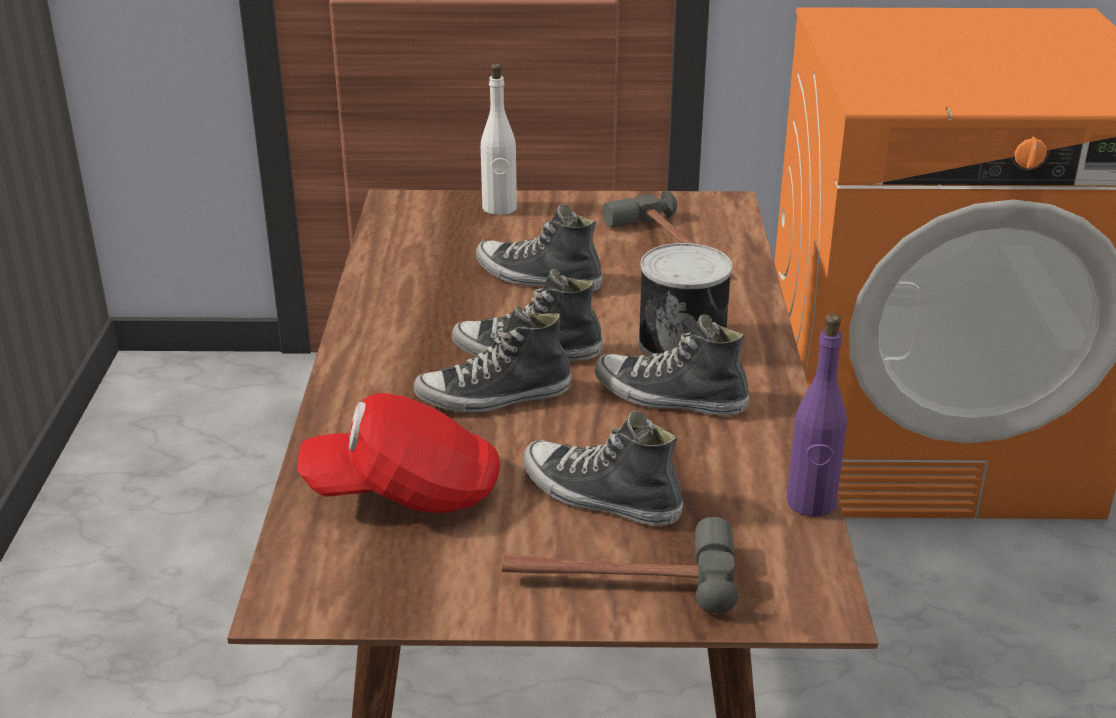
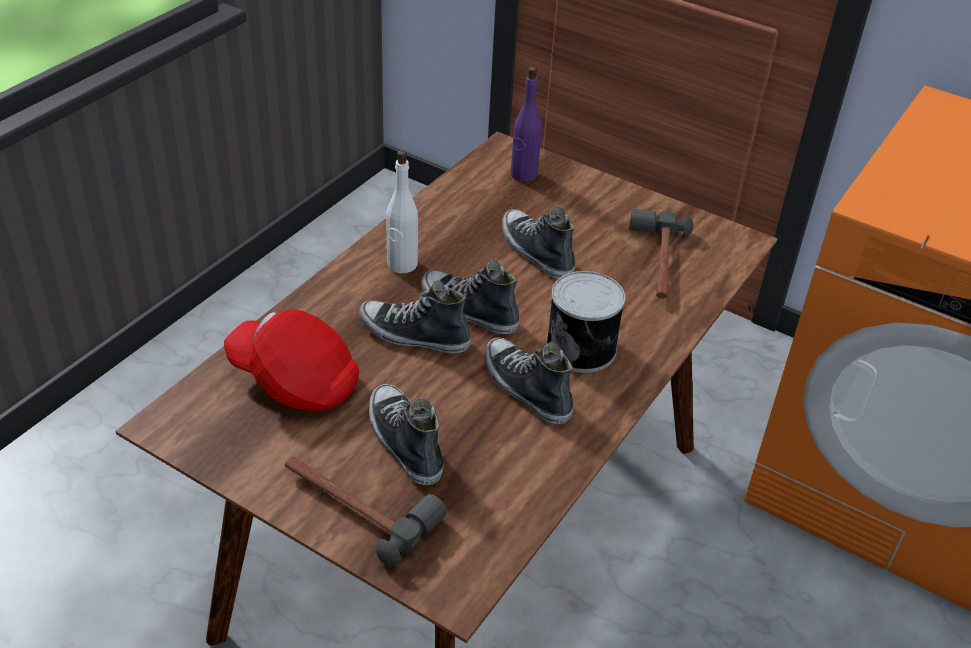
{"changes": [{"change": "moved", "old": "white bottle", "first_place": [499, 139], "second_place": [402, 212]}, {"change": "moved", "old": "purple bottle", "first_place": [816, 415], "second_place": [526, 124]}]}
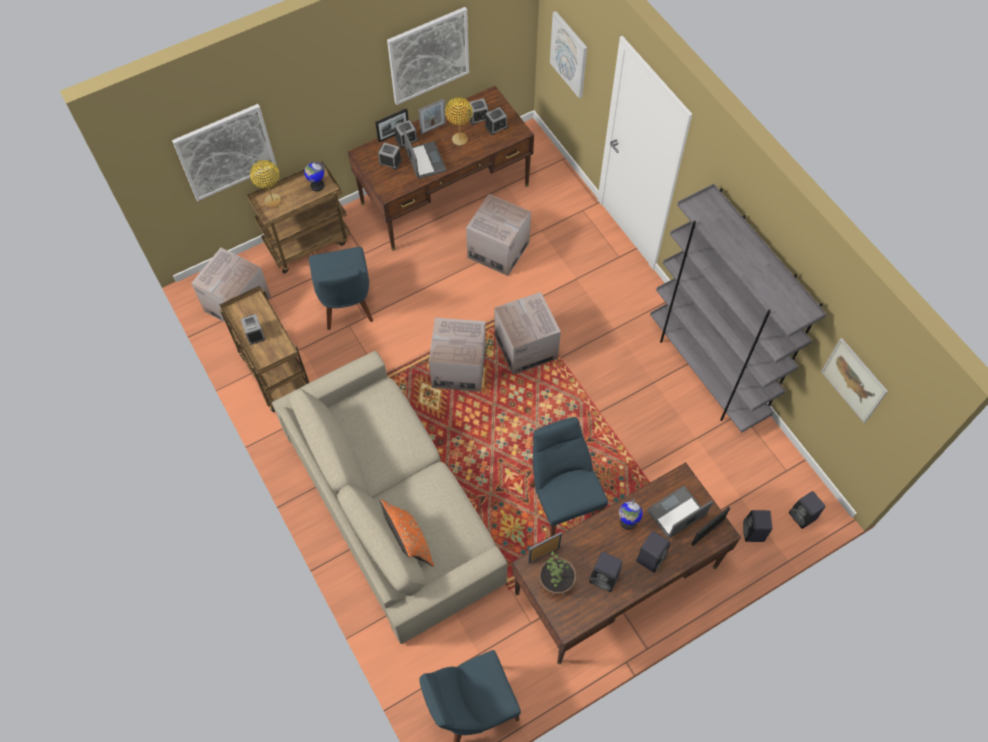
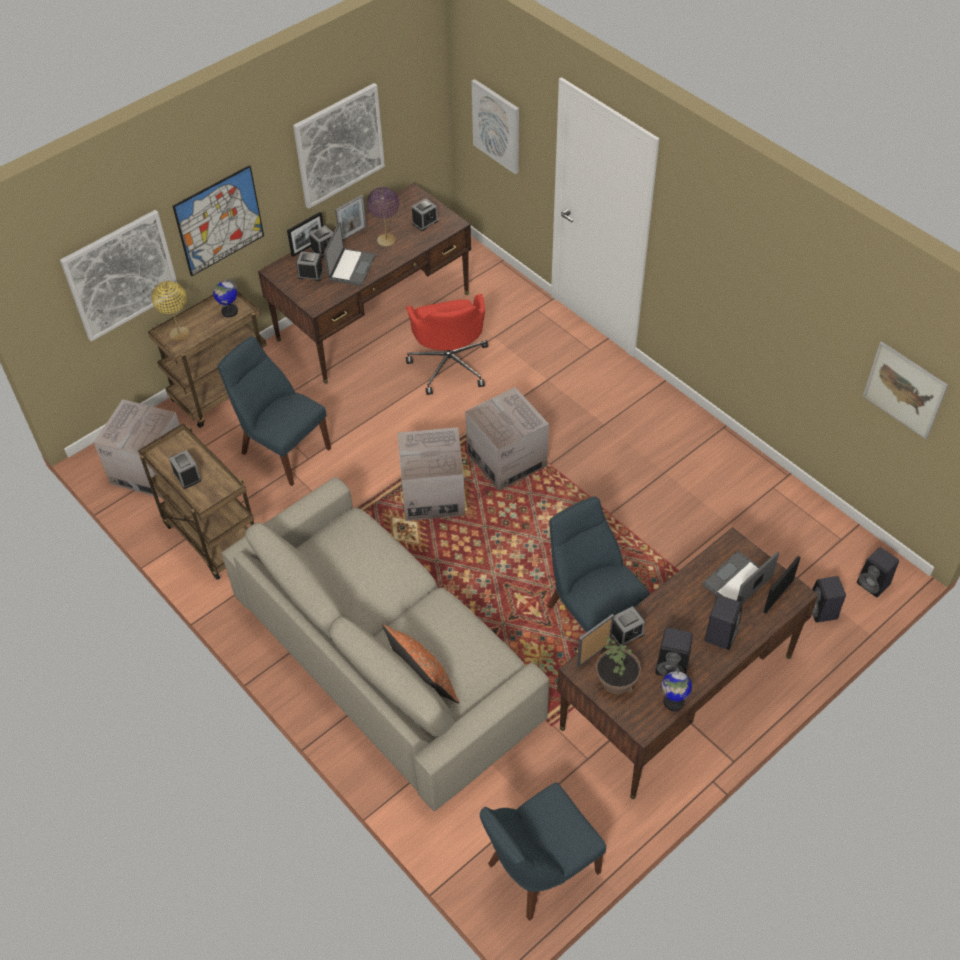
{"changes": [{"change": "added", "new": "picture", "second_place": [218, 220]}, {"change": "turned", "old": "blue-coloured chair", "first_place": [341, 288], "second_place": [274, 411], "degrees": 150}, {"change": "turned", "old": "laptop", "first_place": [424, 154], "second_place": [350, 254], "degrees": 45}, {"change": "recoloured", "old": "yellow lamp for a table", "new": "purple lamp for a table", "first_place": [459, 121], "second_place": [383, 217]}, {"change": "replaced", "old": "packing box", "new": "red desk chair", "first_place": [498, 235], "second_place": [447, 344]}, {"change": "moved", "old": "table clock", "first_place": [478, 111], "second_place": [628, 626]}, {"change": "moved", "old": "globe", "first_place": [631, 514], "second_place": [676, 688]}, {"change": "removed", "old": "greyish bookshelf", "first_place": [738, 308]}]}
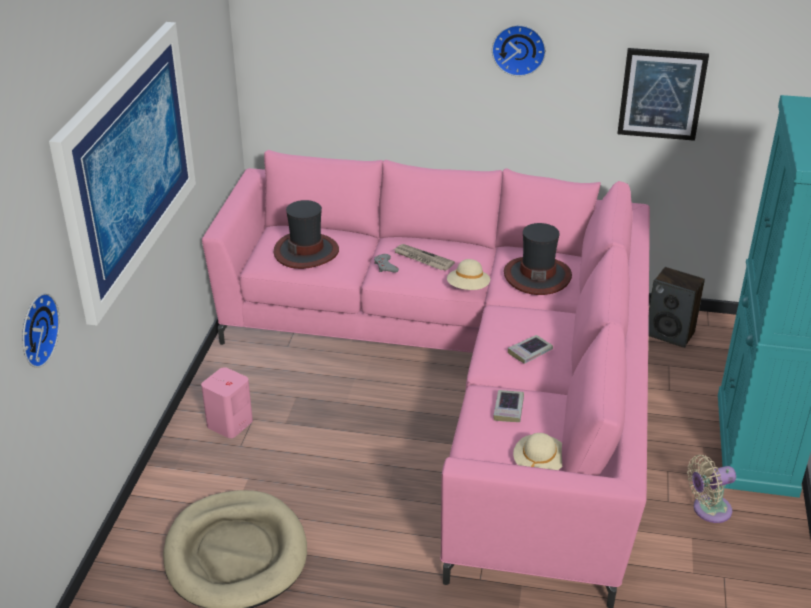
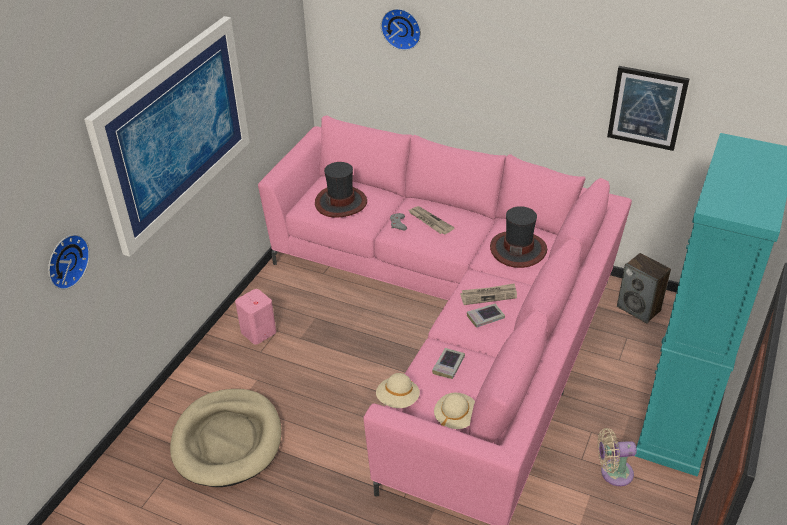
{"changes": [{"change": "moved", "old": "beige-coloured clothing hat", "first_place": [468, 274], "second_place": [398, 390]}, {"change": "moved", "old": "wall clock", "first_place": [519, 50], "second_place": [401, 29]}, {"change": "added", "new": "daily paper", "second_place": [488, 294]}]}
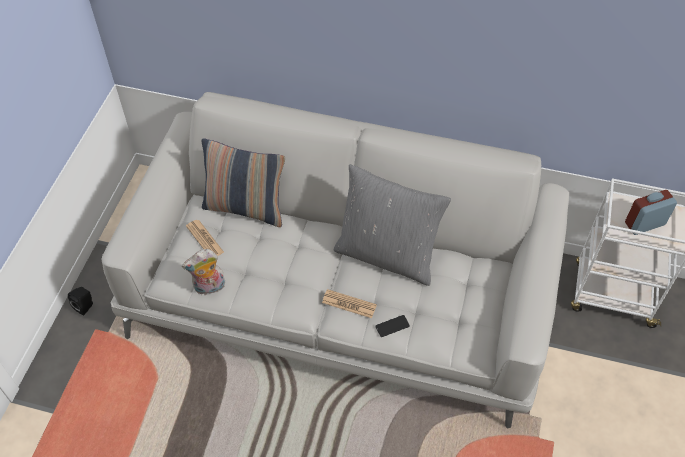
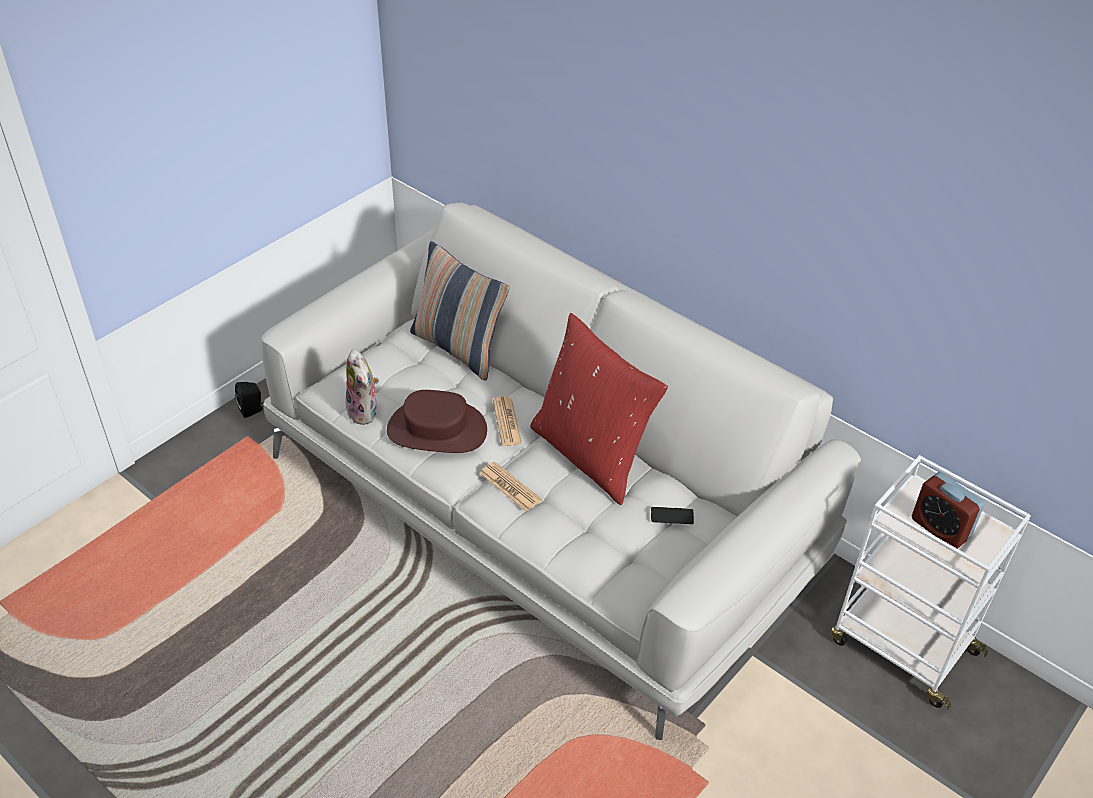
{"changes": [{"change": "turned", "old": "plush toy", "first_place": [203, 272], "second_place": [362, 387], "degrees": -120}, {"change": "added", "new": "brown clothing hat", "second_place": [437, 421]}, {"change": "moved", "old": "daily paper", "first_place": [205, 238], "second_place": [507, 421]}, {"change": "recoloured", "old": "greyish throw pillow", "new": "red throw pillow", "first_place": [392, 225], "second_place": [599, 409]}, {"change": "moved", "old": "handset", "first_place": [392, 326], "second_place": [672, 515]}, {"change": "turned", "old": "table clock", "first_place": [651, 212], "second_place": [948, 510], "degrees": -135}]}
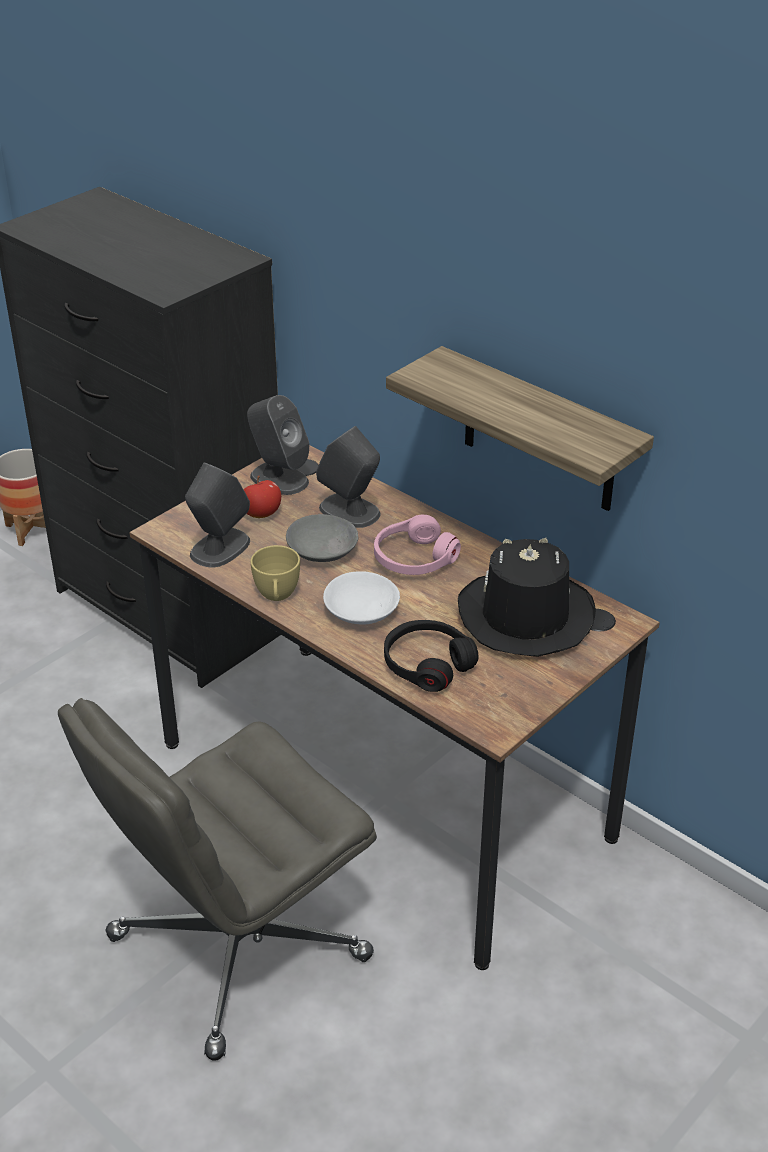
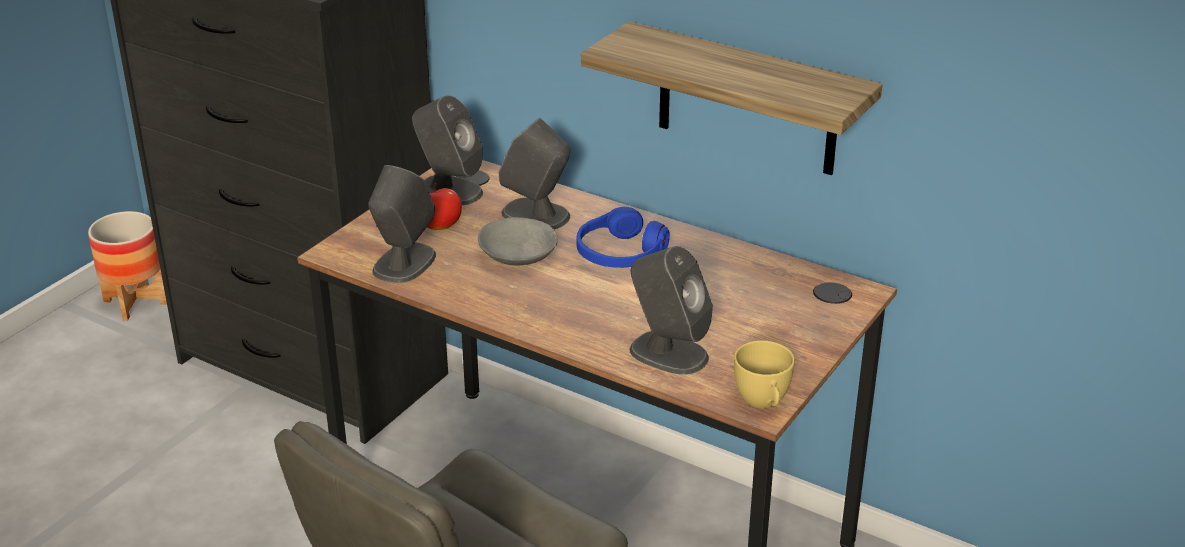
{"changes": [{"change": "recoloured", "old": "pink pair of headphones", "new": "blue-coloured pair of headphones", "first_place": [417, 545], "second_place": [623, 237]}, {"change": "replaced", "old": "black pair of headphones", "new": "greyish speaker", "first_place": [431, 656], "second_place": [671, 310]}, {"change": "moved", "old": "yellow small cup", "first_place": [275, 573], "second_place": [764, 374]}, {"change": "removed", "old": "white deep dish", "first_place": [361, 597]}, {"change": "removed", "old": "black clothing hat", "first_place": [527, 597]}]}
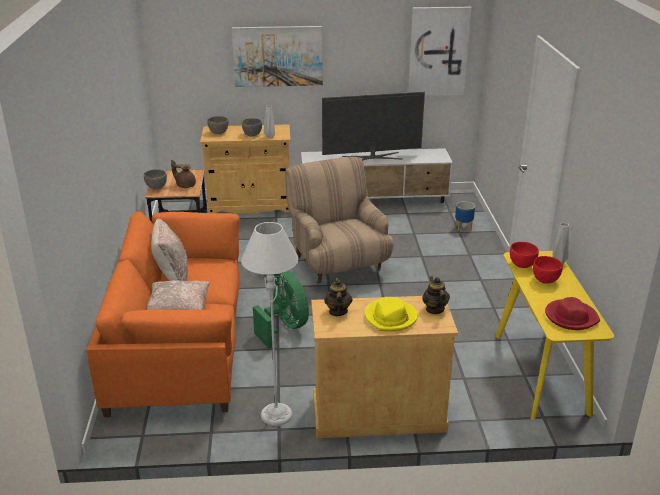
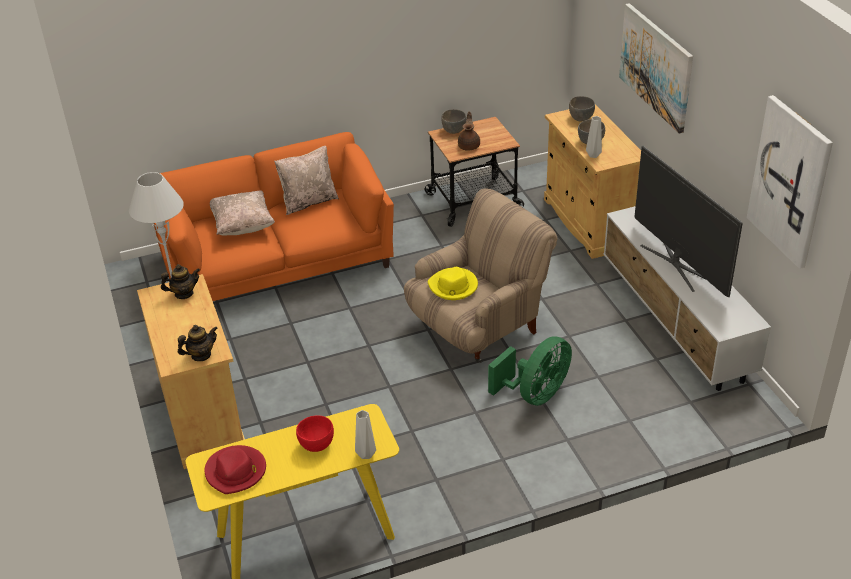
{"changes": [{"change": "moved", "old": "yellow clothing hat", "first_place": [391, 314], "second_place": [453, 283]}, {"change": "moved", "old": "green electric fan", "first_place": [281, 309], "second_place": [530, 371]}, {"change": "removed", "old": "planter", "first_place": [465, 216]}, {"change": "removed", "old": "red deep dish", "first_place": [524, 255]}]}
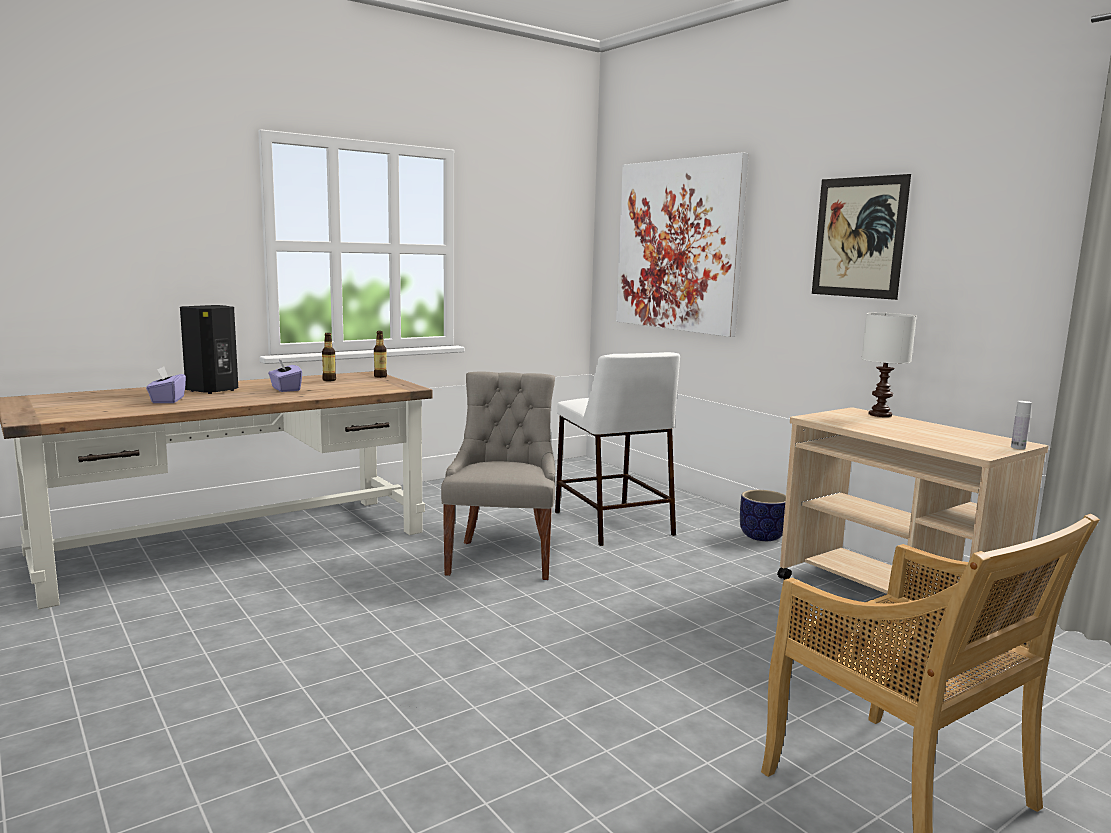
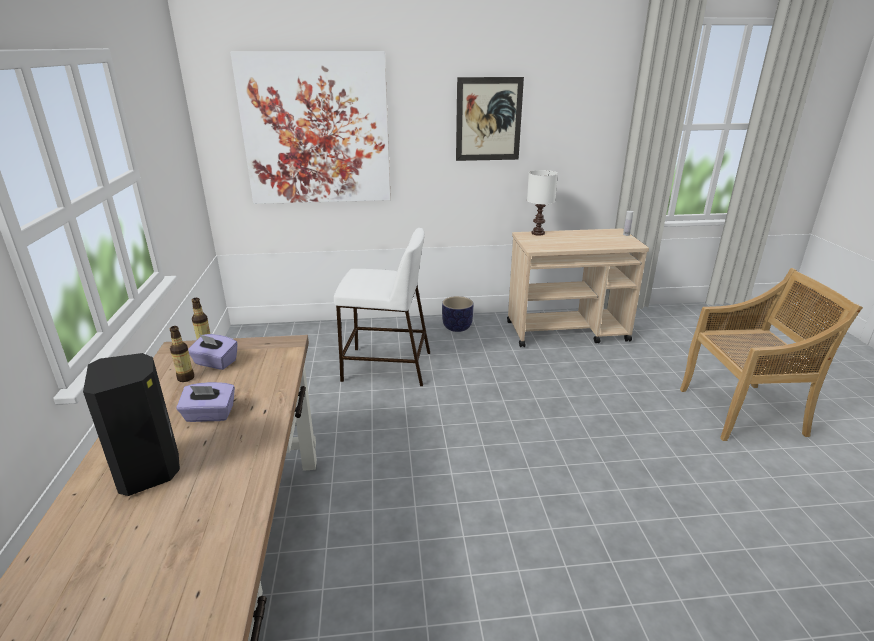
{"changes": [{"change": "moved", "old": "purple box of tissues", "first_place": [166, 384], "second_place": [213, 352]}, {"change": "removed", "old": "greyish chair", "first_place": [498, 475]}]}
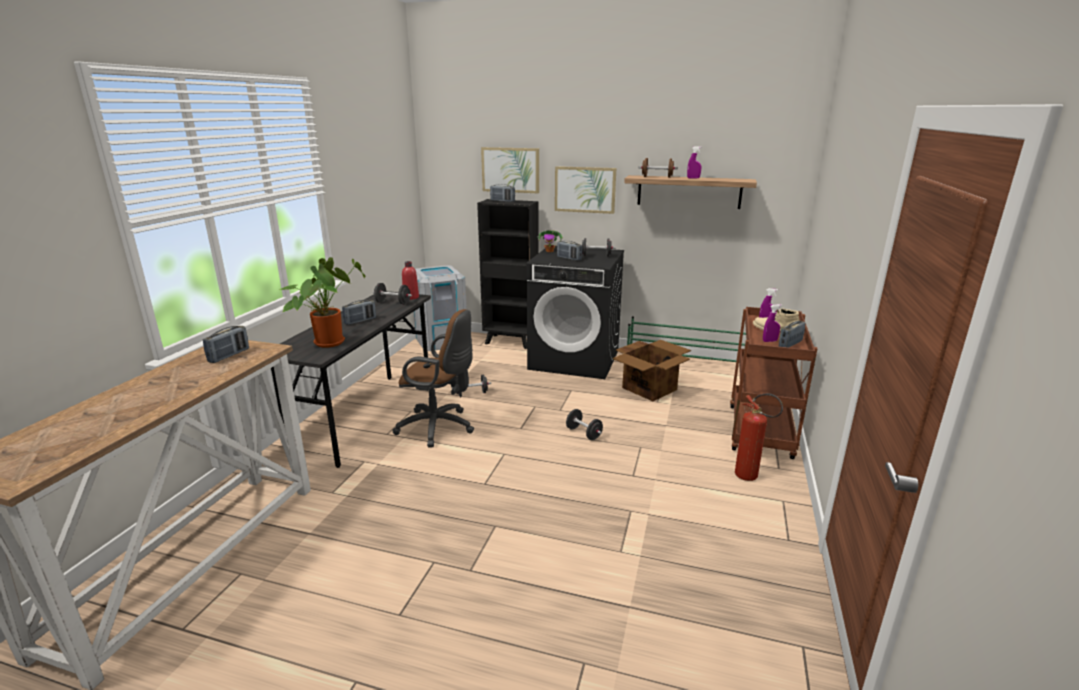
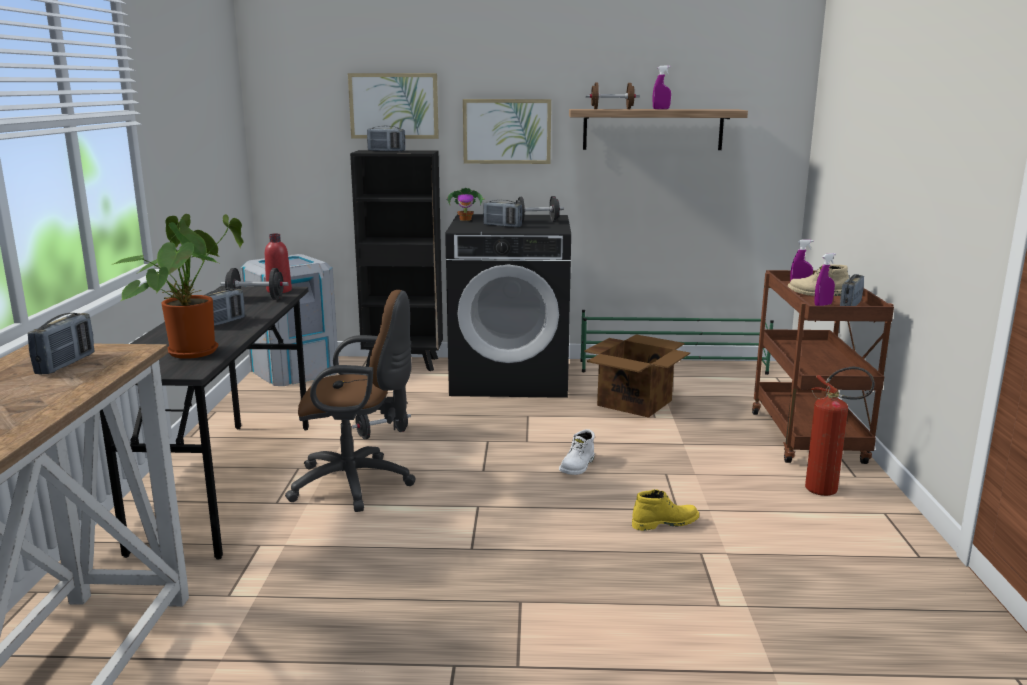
{"changes": [{"change": "replaced", "old": "black dumbbell", "new": "white tall boot", "first_place": [584, 424], "second_place": [577, 452]}, {"change": "added", "new": "yellow tall boot", "second_place": [665, 510]}]}
